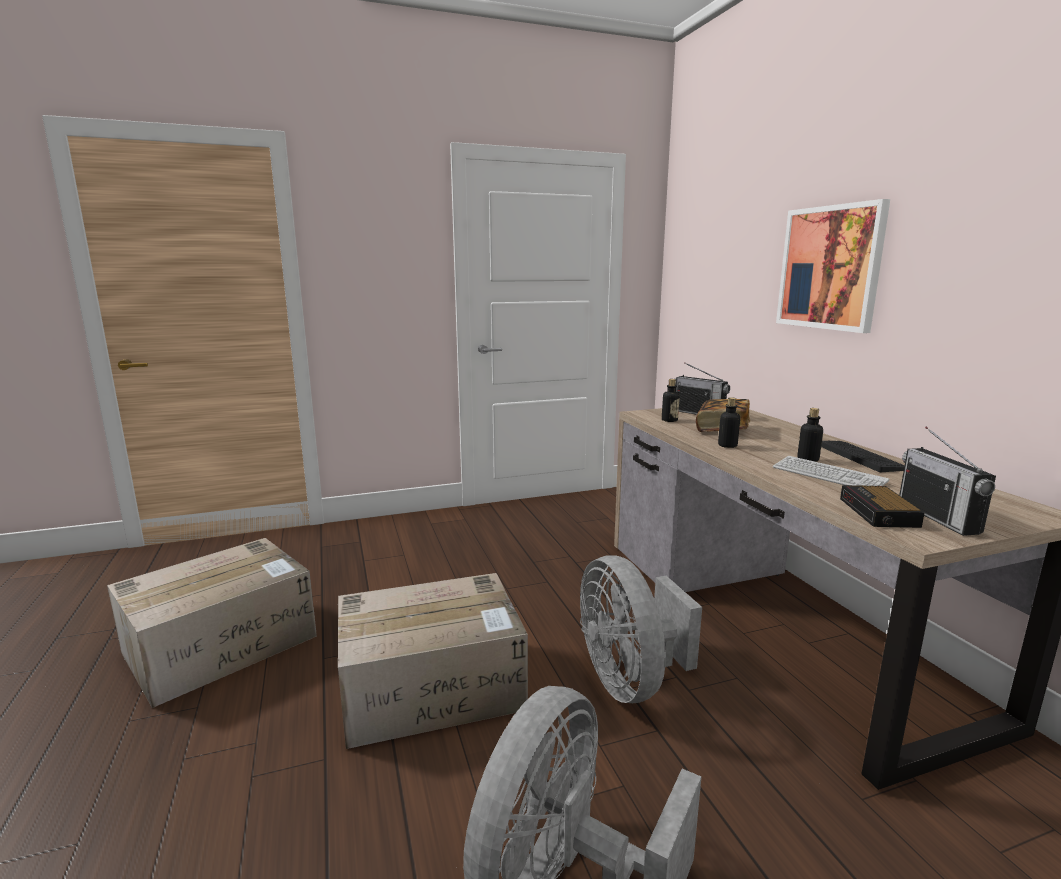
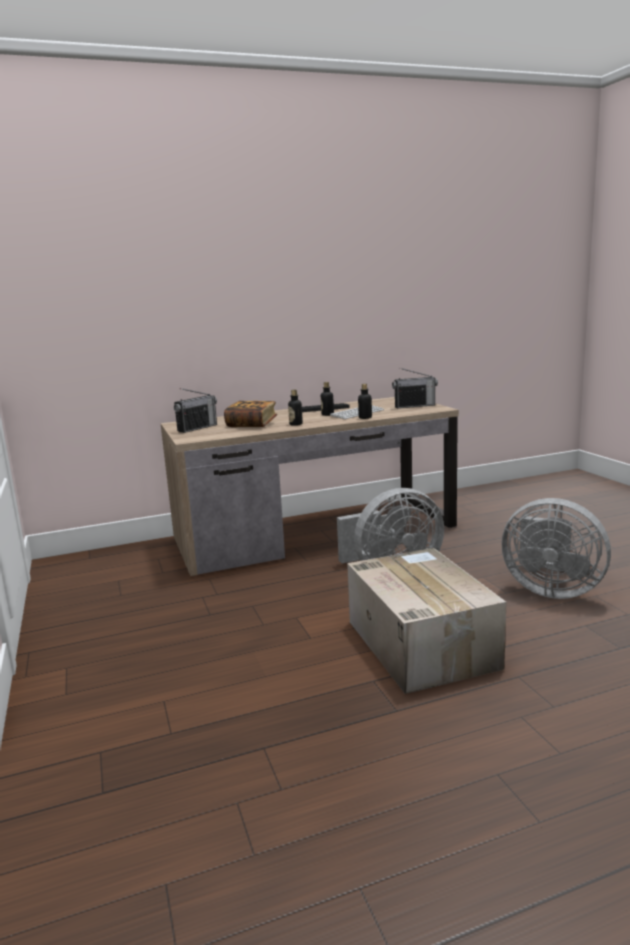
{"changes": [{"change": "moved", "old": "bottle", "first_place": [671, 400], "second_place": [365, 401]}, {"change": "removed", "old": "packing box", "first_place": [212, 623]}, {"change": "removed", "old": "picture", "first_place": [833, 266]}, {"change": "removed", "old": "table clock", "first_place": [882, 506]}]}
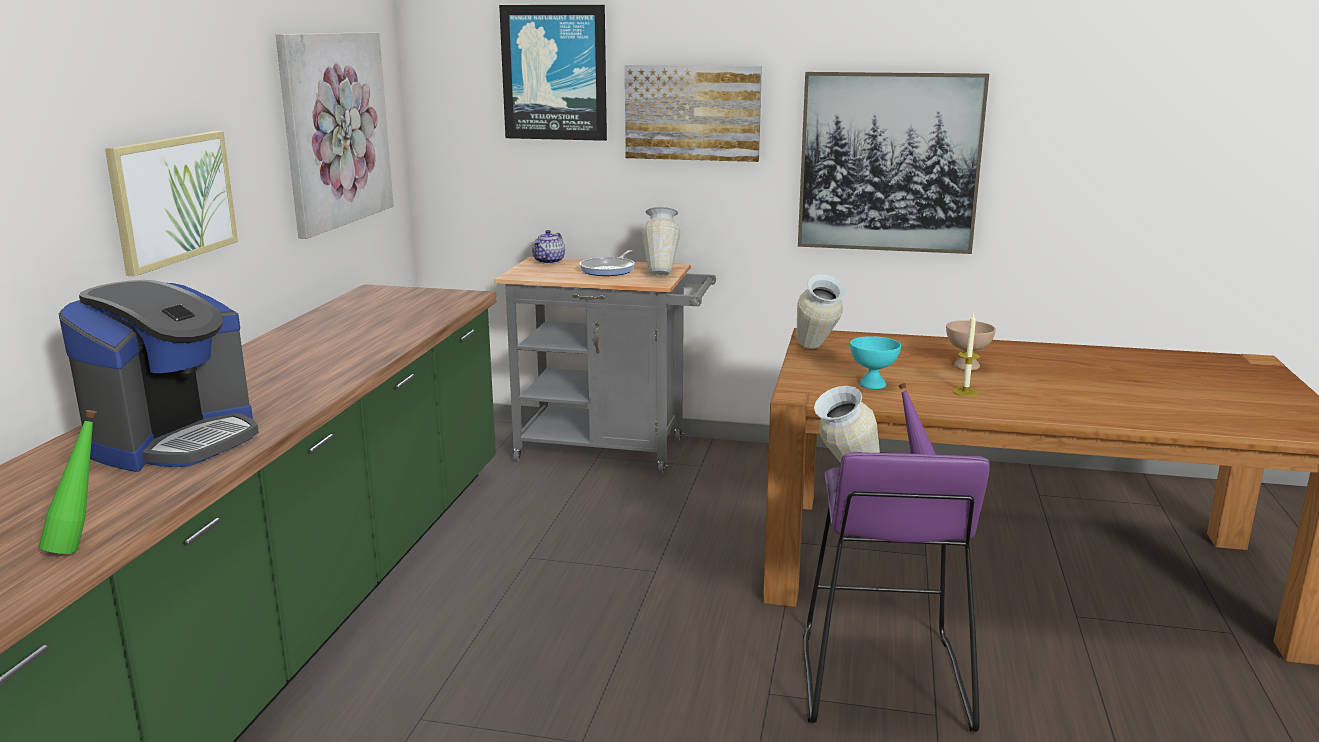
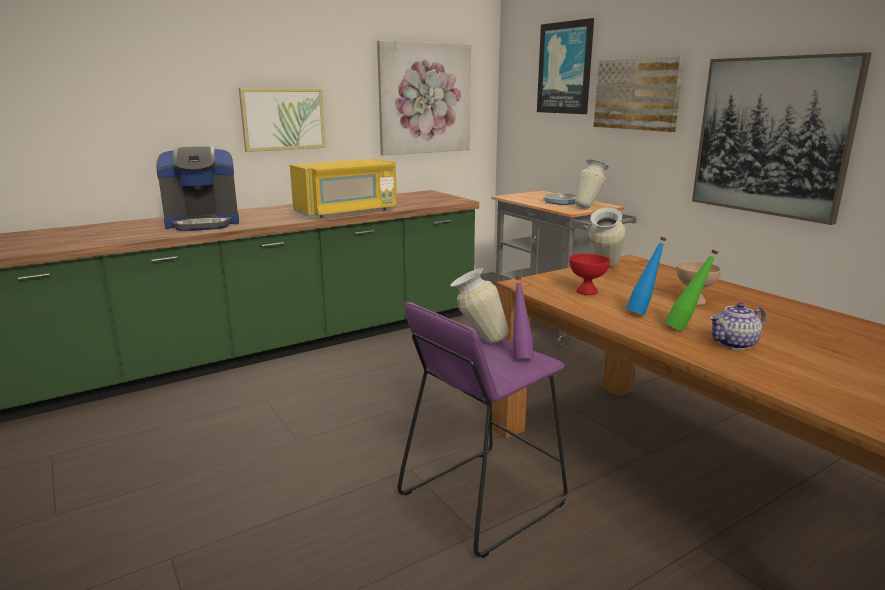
{"changes": [{"change": "added", "new": "yellow microwave", "second_place": [343, 188]}, {"change": "recoloured", "old": "turquoise-coloured deep dish", "new": "red deep dish", "first_place": [875, 362], "second_place": [589, 274]}, {"change": "replaced", "old": "wax candle", "new": "blue-coloured bottle", "first_place": [967, 355], "second_place": [646, 276]}, {"change": "moved", "old": "green bottle", "first_place": [68, 482], "second_place": [691, 290]}, {"change": "moved", "old": "teapot", "first_place": [548, 247], "second_place": [737, 326]}]}
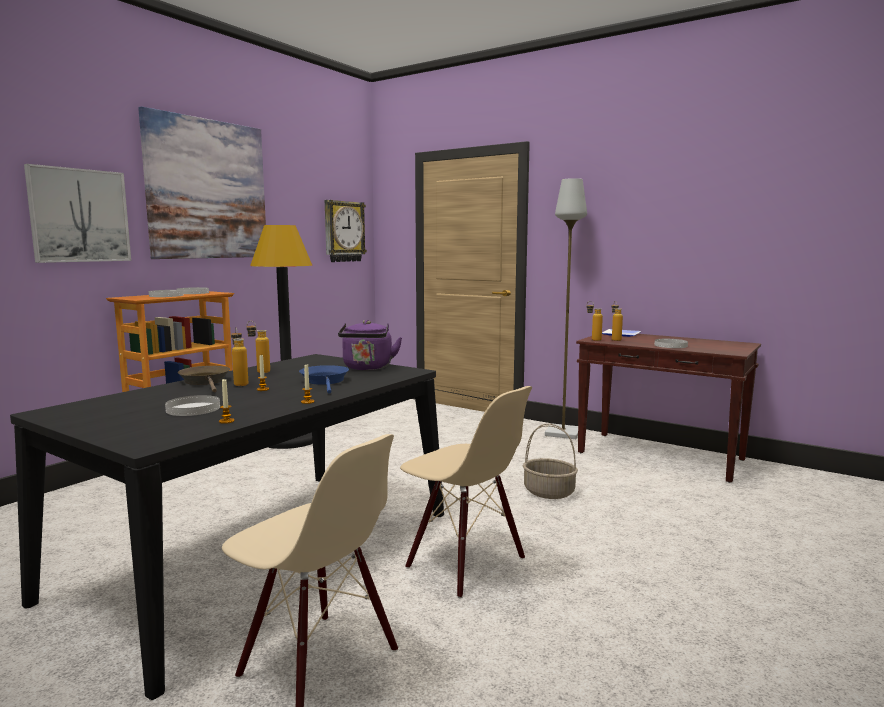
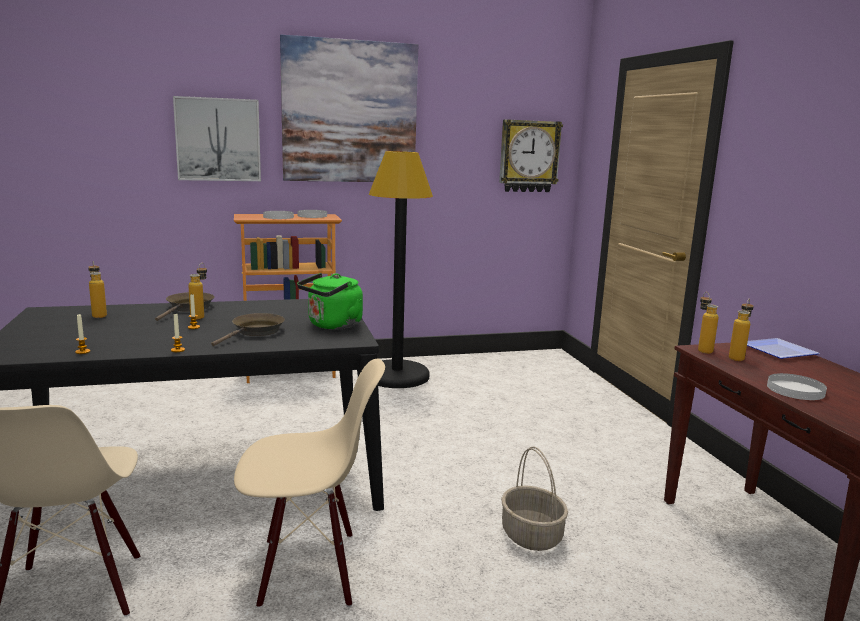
{"changes": [{"change": "moved", "old": "bottle", "first_place": [258, 347], "second_place": [97, 289]}, {"change": "recoloured", "old": "blue-coloured skillet", "new": "brown skillet", "first_place": [324, 379], "second_place": [248, 329]}, {"change": "turned", "old": "beige-coloured chair", "first_place": [466, 492], "second_place": [309, 483], "degrees": -90}, {"change": "recoloured", "old": "purple water kettle", "new": "green water kettle", "first_place": [370, 345], "second_place": [330, 301]}, {"change": "removed", "old": "white dinner plate", "first_place": [192, 405]}, {"change": "removed", "old": "greyish standard lamp", "first_place": [566, 308]}]}
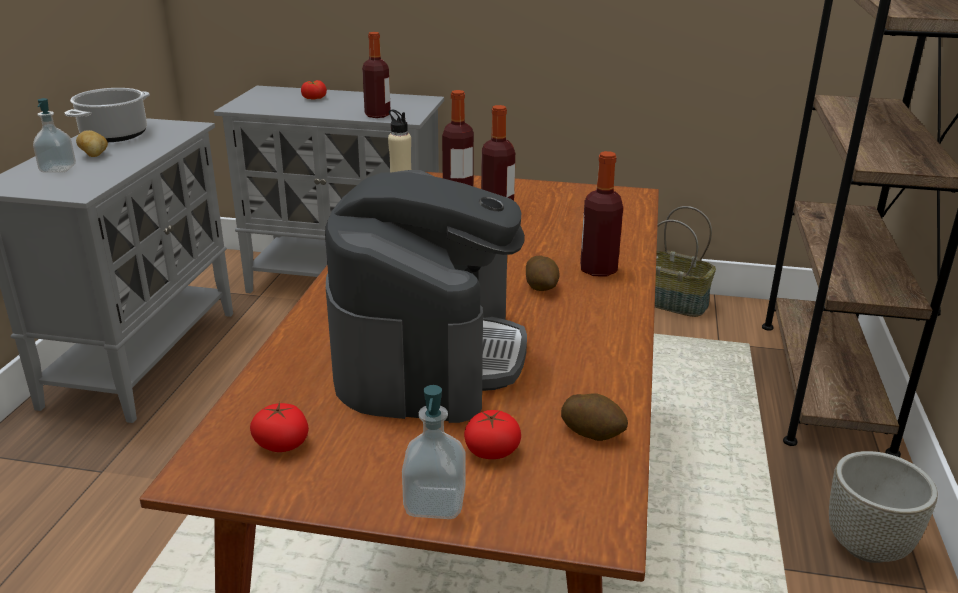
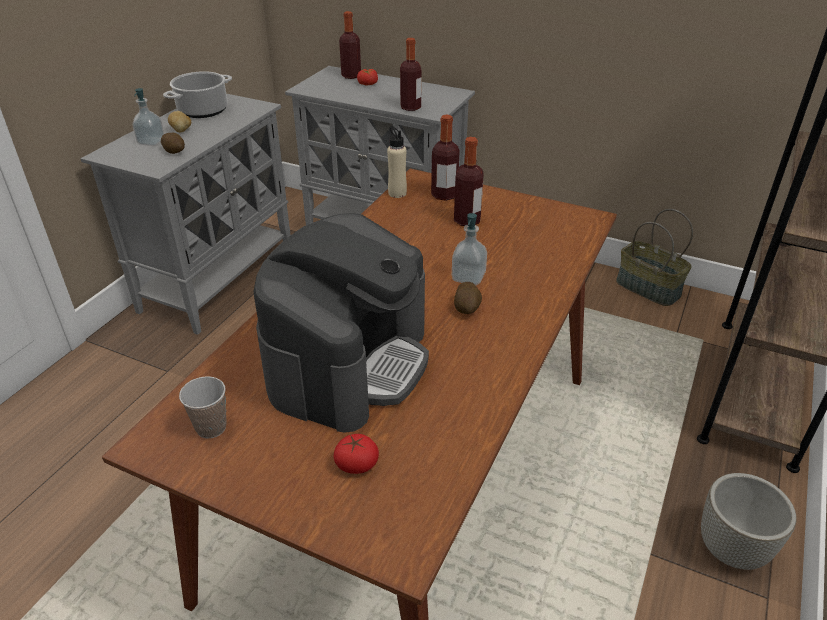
{"changes": [{"change": "moved", "old": "potato", "first_place": [594, 417], "second_place": [173, 143]}, {"change": "replaced", "old": "tomato", "new": "small cup", "first_place": [279, 427], "second_place": [203, 407]}, {"change": "moved", "old": "bottle", "first_place": [601, 214], "second_place": [350, 45]}, {"change": "moved", "old": "soap dispenser", "first_place": [434, 452], "second_place": [469, 249]}]}
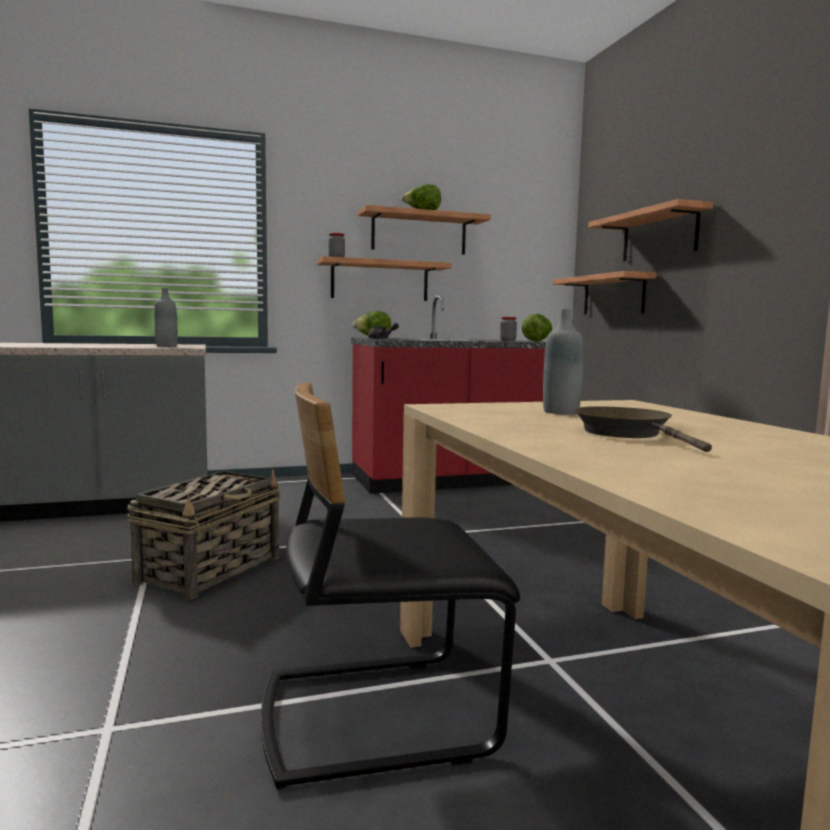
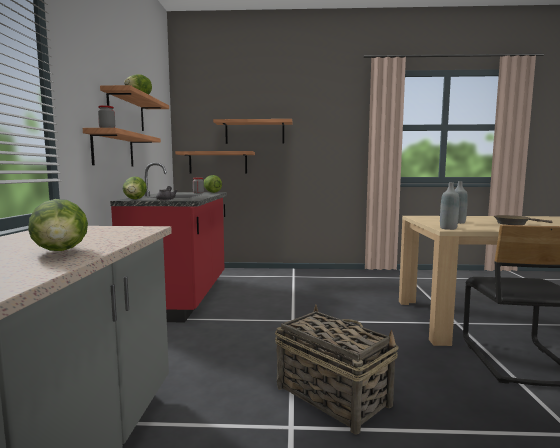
{"changes": [{"change": "added", "new": "lettuce head", "second_place": [58, 225]}, {"change": "moved", "old": "greyish bottle", "first_place": [166, 317], "second_place": [449, 206]}]}
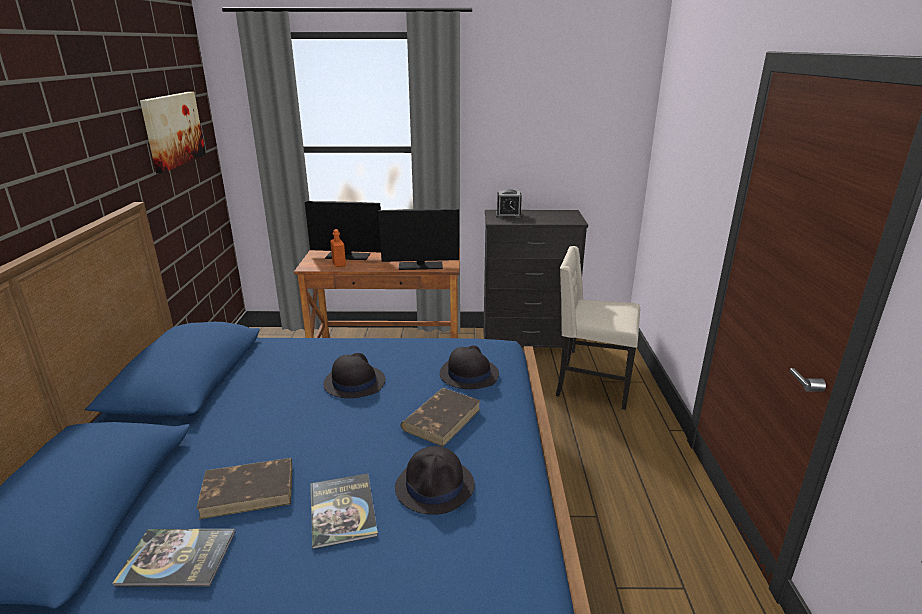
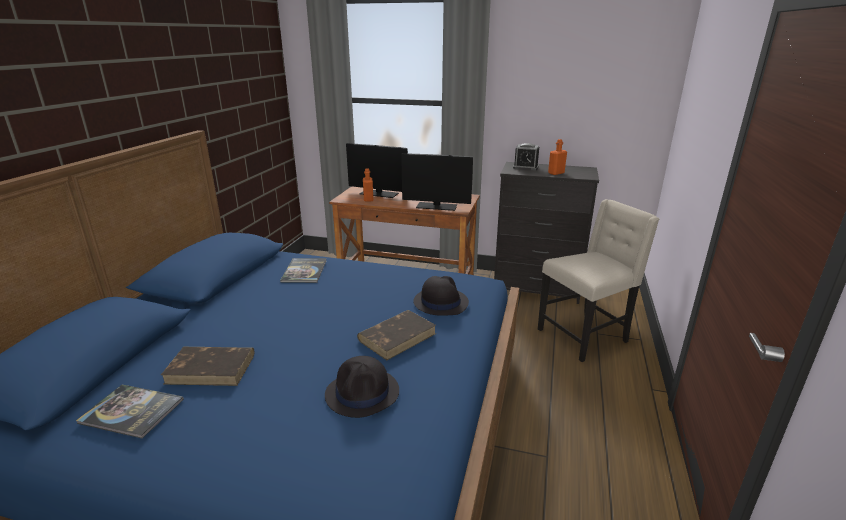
{"changes": [{"change": "moved", "old": "book", "first_place": [344, 511], "second_place": [303, 270]}, {"change": "turned", "old": "beige-coloured chair", "first_place": [598, 328], "second_place": [599, 280], "degrees": 120}, {"change": "added", "new": "orange-coloured bottle", "second_place": [557, 157]}, {"change": "removed", "old": "picture", "first_place": [173, 132]}, {"change": "removed", "old": "black clothing hat", "first_place": [354, 375]}]}
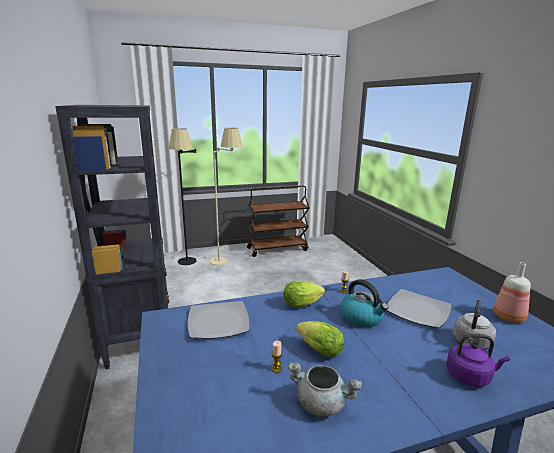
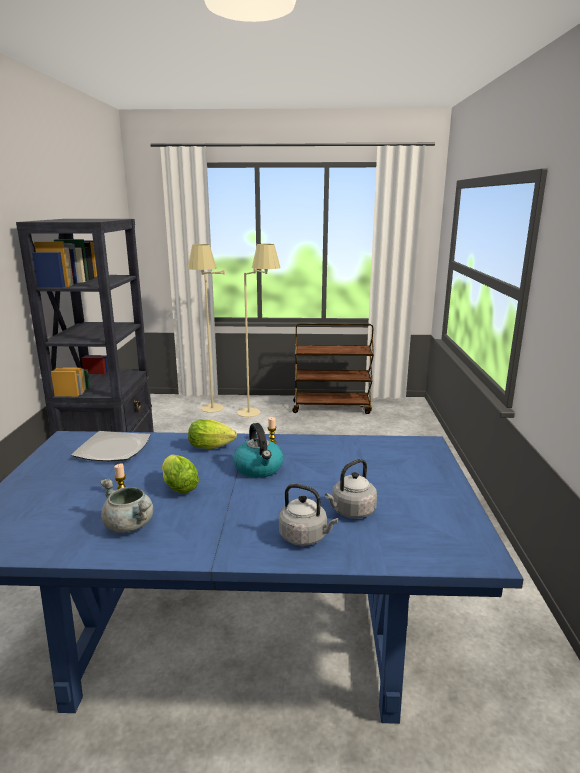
{"changes": [{"change": "recoloured", "old": "black standard lamp", "new": "beige-coloured standard lamp", "first_place": [182, 196], "second_place": [206, 328]}, {"change": "recoloured", "old": "purple water kettle", "new": "greyish water kettle", "first_place": [478, 360], "second_place": [308, 515]}, {"change": "removed", "old": "dinner plate", "first_place": [419, 308]}, {"change": "removed", "old": "bottle", "first_place": [512, 292]}]}
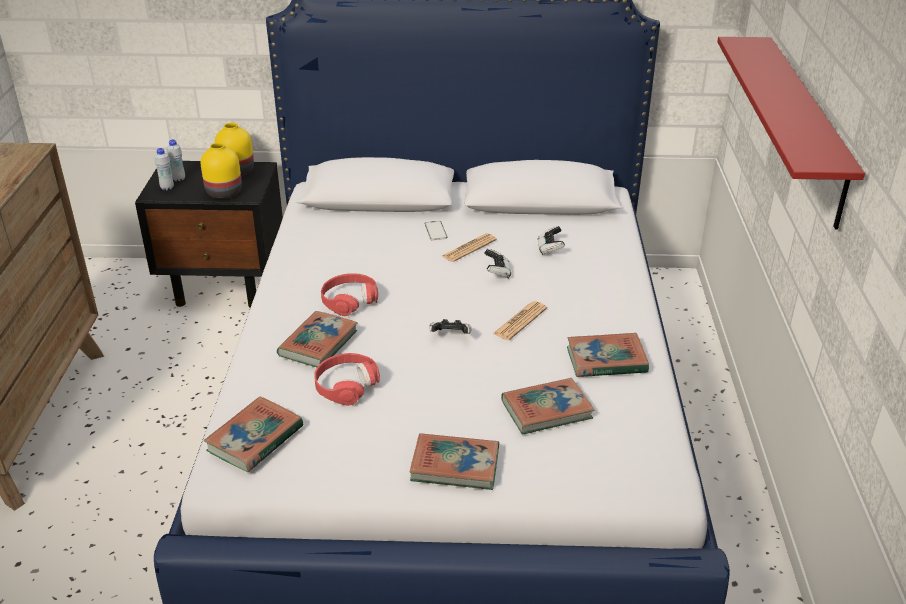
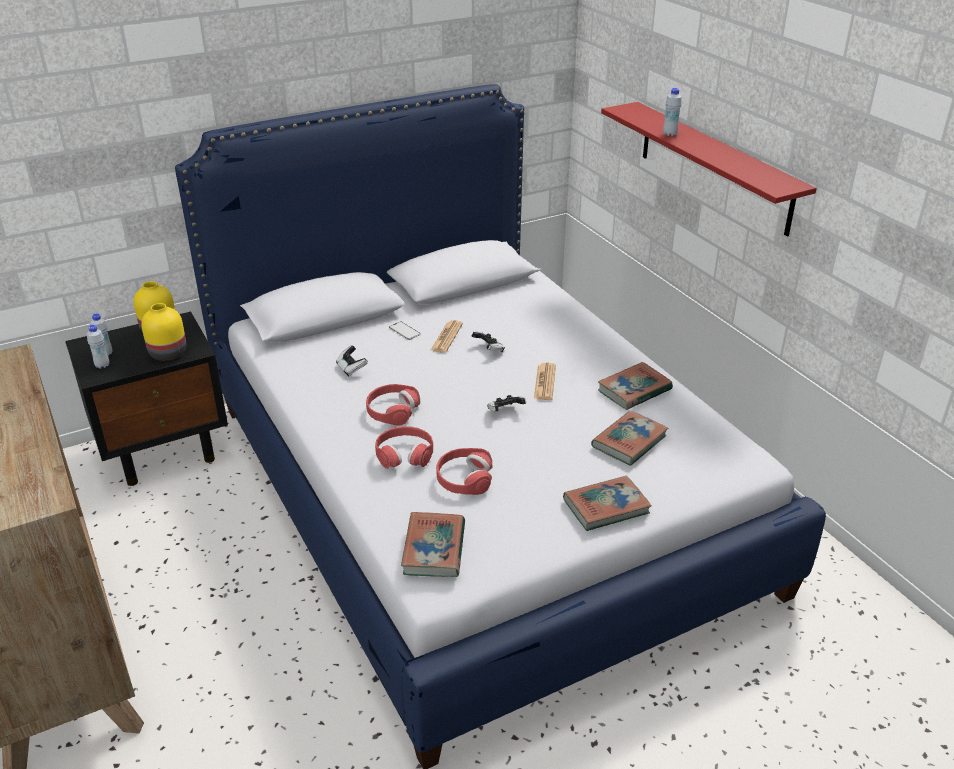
{"changes": [{"change": "moved", "old": "game controller", "first_place": [551, 240], "second_place": [352, 360]}, {"change": "replaced", "old": "book", "new": "red pair of headphones", "first_place": [317, 339], "second_place": [404, 447]}, {"change": "added", "new": "white bottle", "second_place": [672, 112]}]}
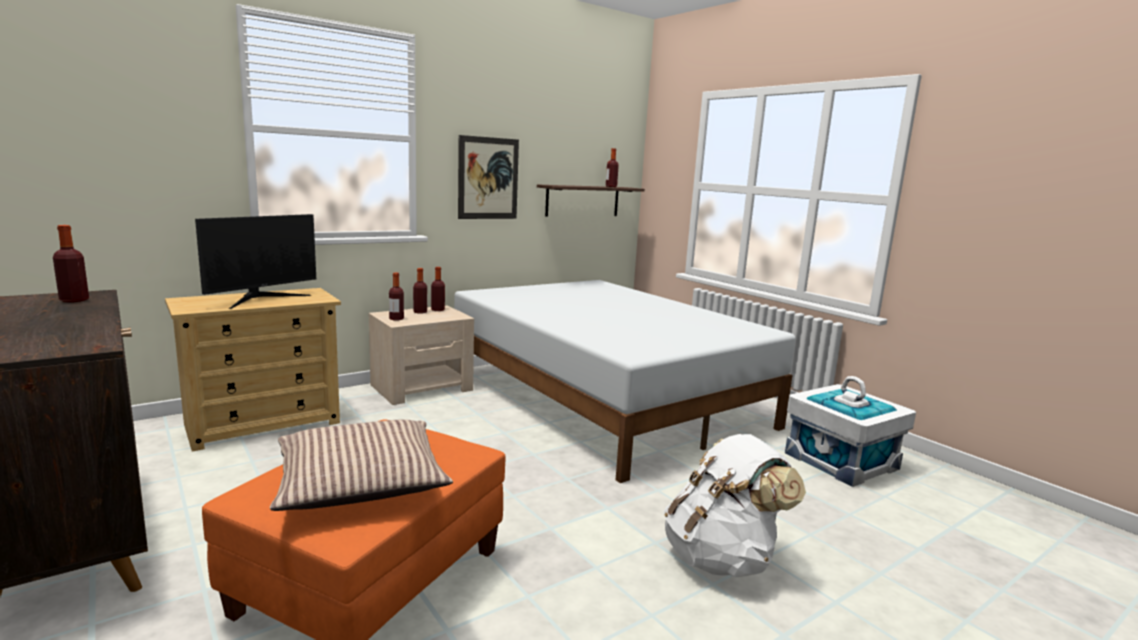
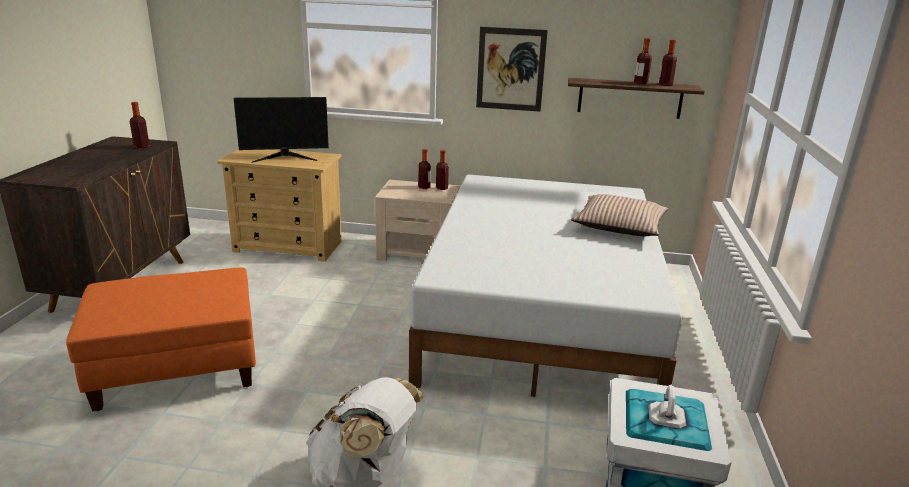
{"changes": [{"change": "moved", "old": "throw pillow", "first_place": [361, 465], "second_place": [619, 215]}, {"change": "moved", "old": "bottle", "first_place": [396, 296], "second_place": [643, 61]}]}
